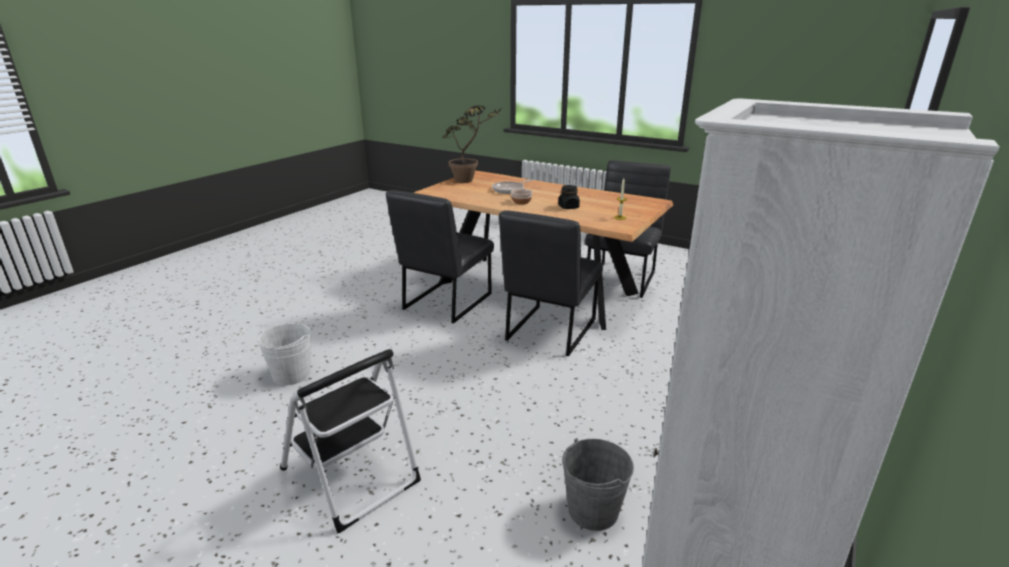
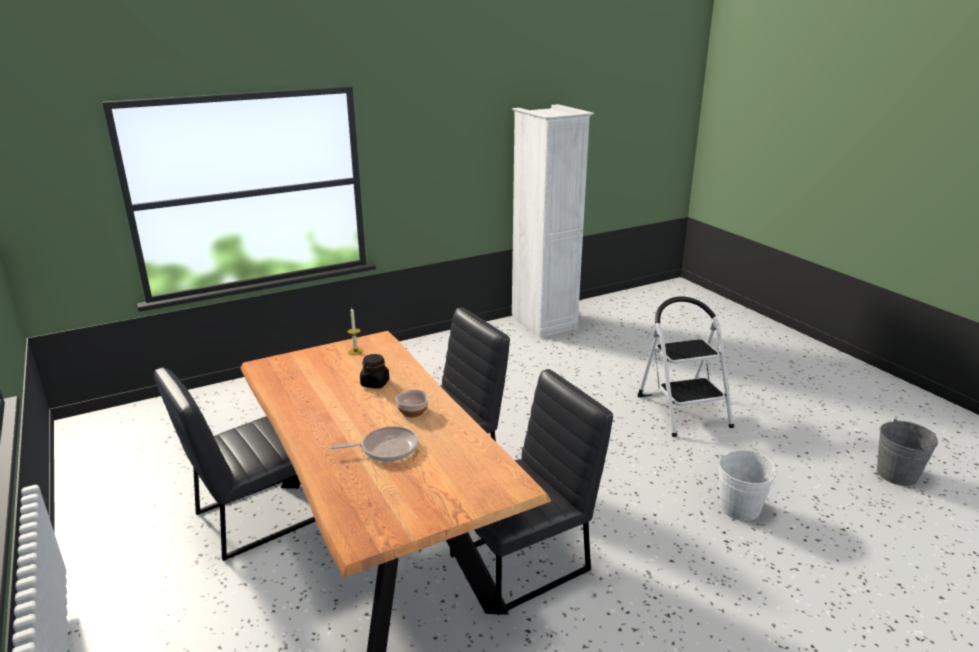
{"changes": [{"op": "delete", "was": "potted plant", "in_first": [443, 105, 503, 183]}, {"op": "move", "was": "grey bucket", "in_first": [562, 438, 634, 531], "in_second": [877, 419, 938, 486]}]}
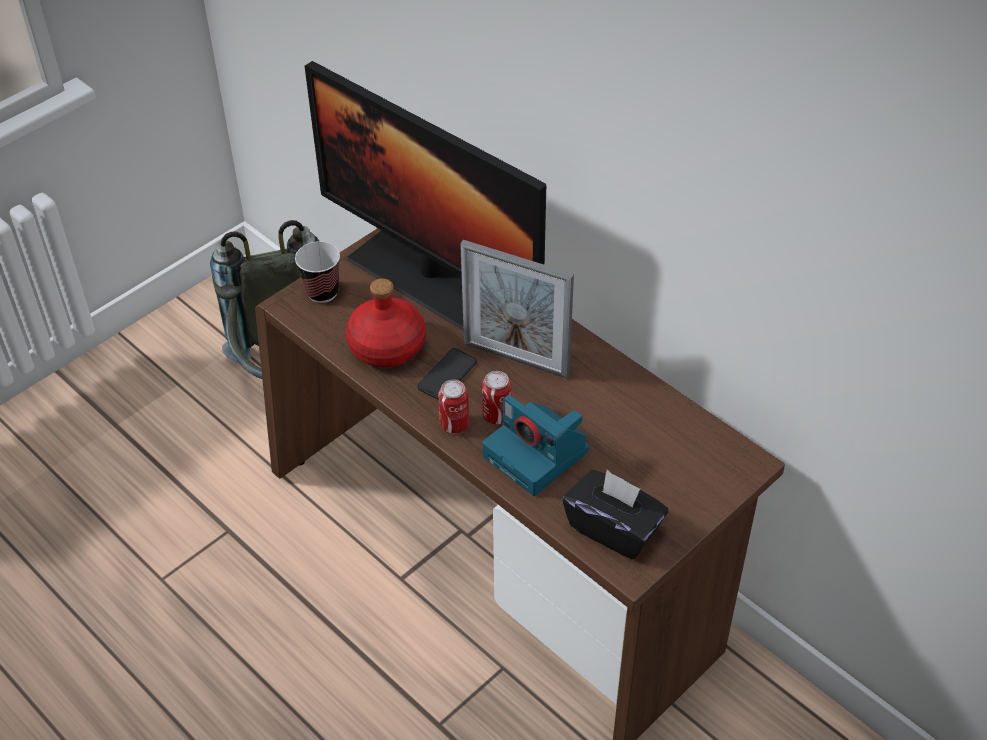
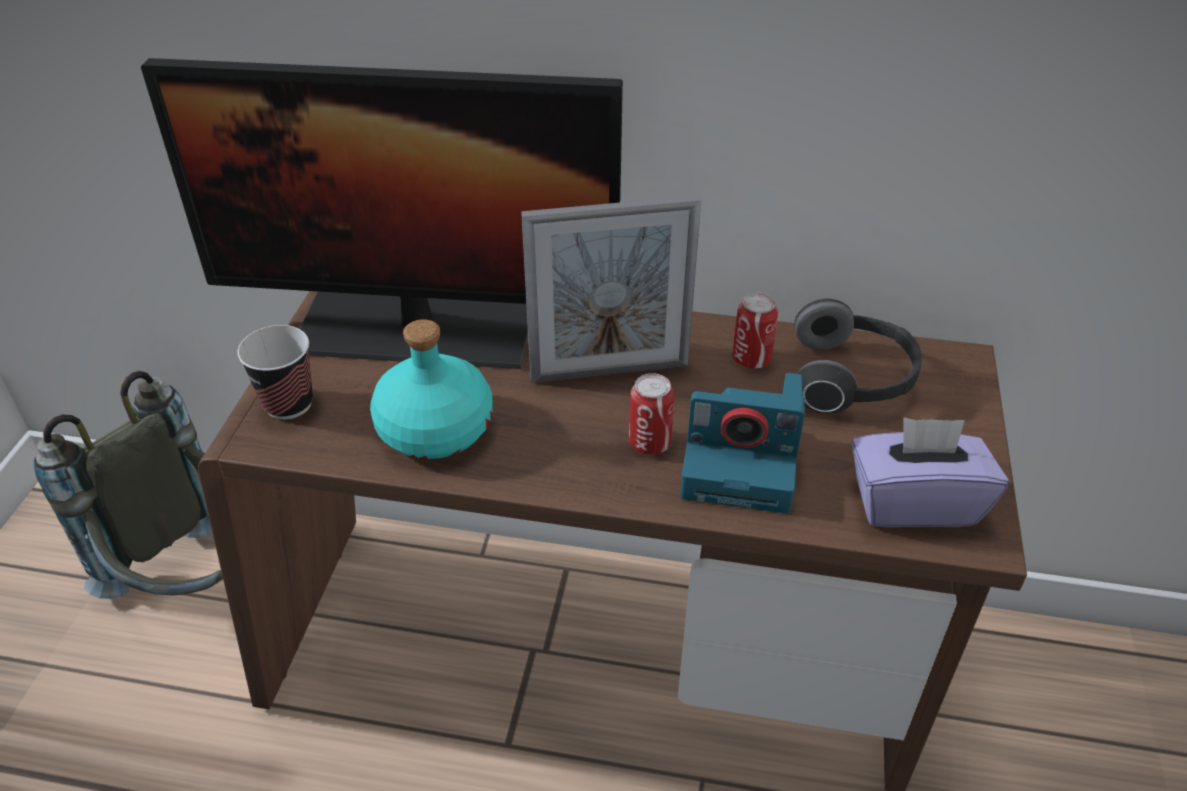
{"changes": [{"op": "recolor", "was": "red bottle", "now": "turquoise bottle", "in_first": [346, 278, 426, 368], "in_second": [370, 319, 493, 459]}, {"op": "delete", "was": "phone", "in_first": [417, 348, 477, 400]}, {"op": "move", "was": "can", "in_first": [438, 380, 469, 433], "in_second": [732, 292, 778, 369]}, {"op": "recolor", "was": "black tissue box", "now": "purple tissue box", "in_first": [563, 470, 668, 559], "in_second": [851, 418, 1009, 527]}, {"op": "insert", "now": "headphones", "in_second": [794, 299, 922, 413]}]}
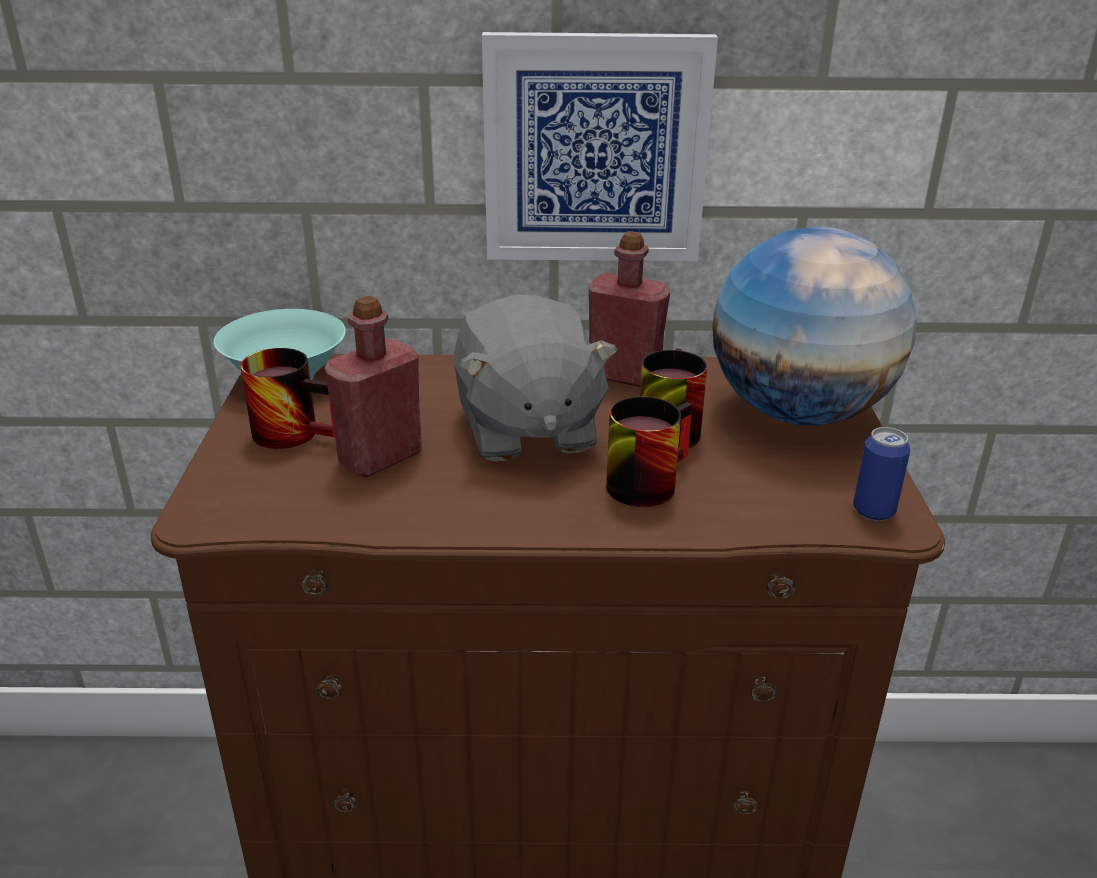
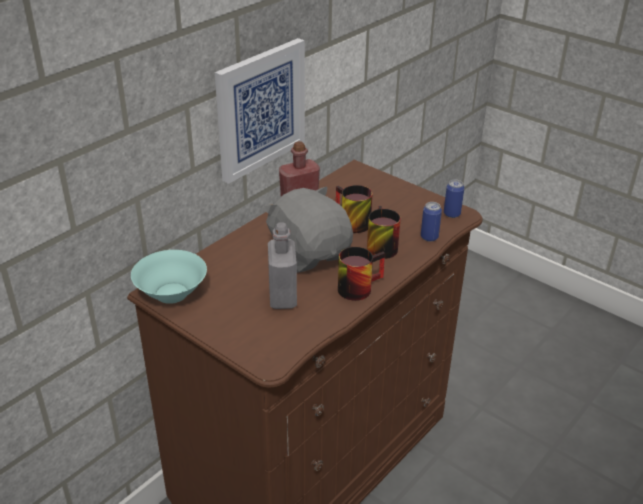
{"changes": [{"op": "move", "was": "mug", "in_first": [240, 348, 335, 449], "in_second": [338, 247, 385, 301]}, {"op": "recolor", "was": "red bottle", "now": "grey bottle", "in_first": [324, 296, 422, 477], "in_second": [268, 222, 297, 309]}, {"op": "rotate", "was": "grey plush toy", "in_first": [454, 294, 618, 462], "in_second": [263, 187, 353, 273], "clockwise": -150}, {"op": "delete", "was": "globe", "in_first": [713, 227, 917, 426]}, {"op": "insert", "now": "can", "in_second": [421, 202, 442, 242]}]}
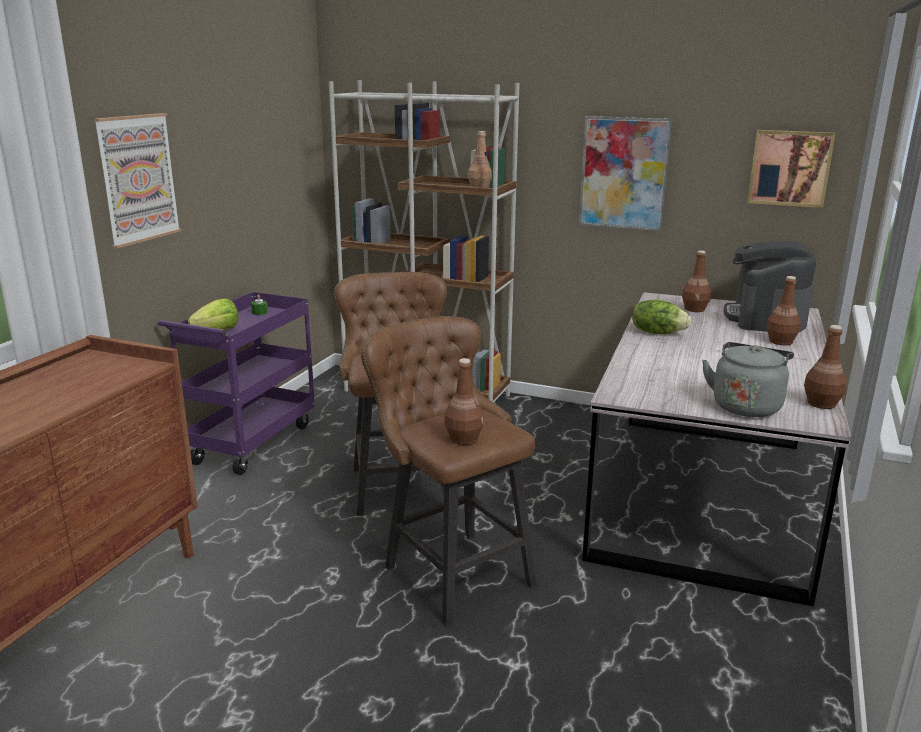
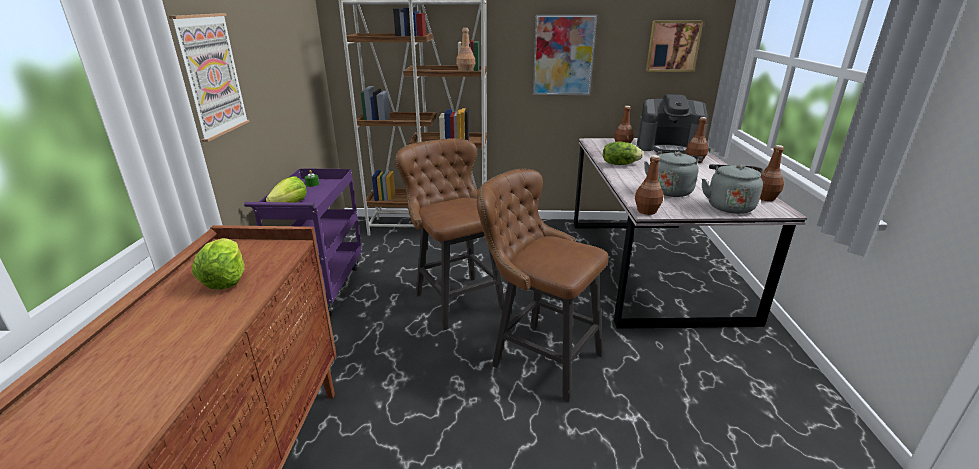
{"changes": [{"op": "move", "was": "brown bottle", "in_first": [444, 358, 484, 445], "in_second": [635, 155, 664, 215]}, {"op": "rotate", "was": "coffee machine", "in_first": [724, 241, 816, 332], "in_second": [637, 94, 708, 154], "clockwise": -75}, {"op": "insert", "now": "lettuce", "in_second": [192, 238, 245, 290]}, {"op": "insert", "now": "grey kettle", "in_second": [644, 151, 703, 197]}]}
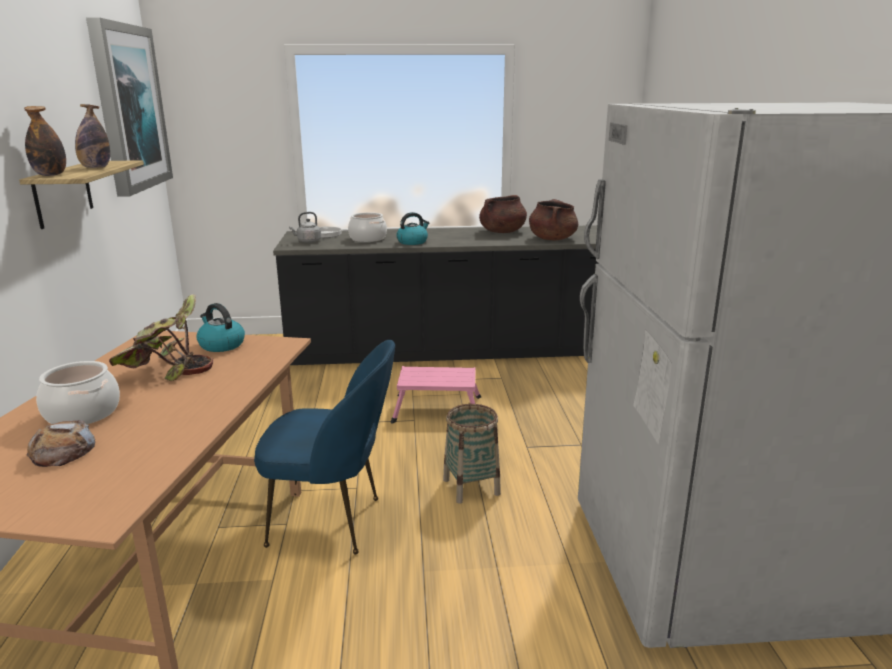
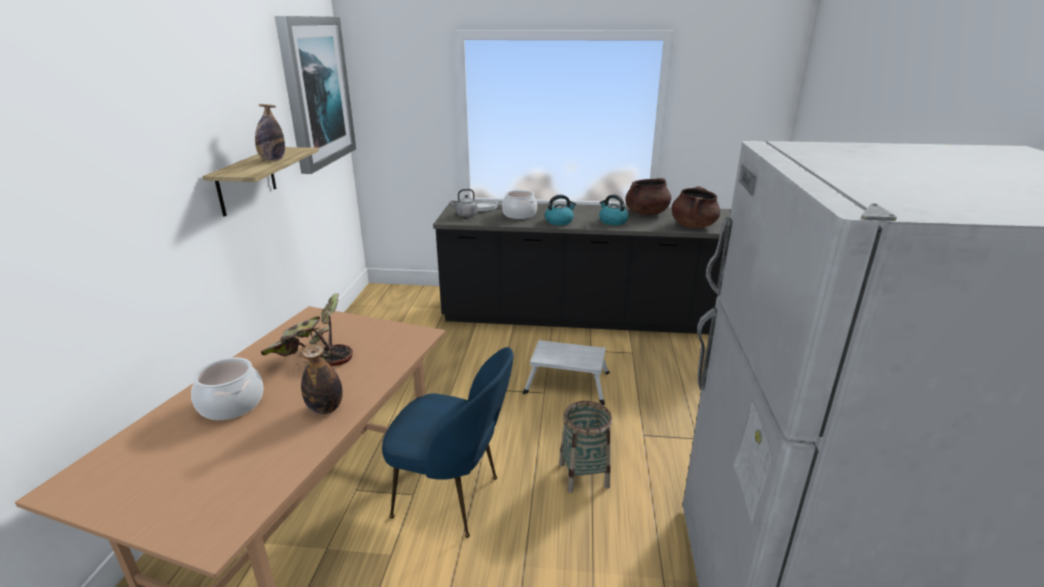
{"changes": [{"op": "move", "was": "bottle", "in_first": [24, 106, 66, 176], "in_second": [301, 344, 343, 414]}, {"op": "delete", "was": "bread", "in_first": [27, 420, 95, 467]}, {"op": "move", "was": "kettle", "in_first": [196, 303, 245, 352], "in_second": [599, 194, 629, 225]}, {"op": "recolor", "was": "pink step ladder", "now": "white step ladder", "in_first": [390, 366, 481, 424], "in_second": [523, 340, 610, 405]}]}
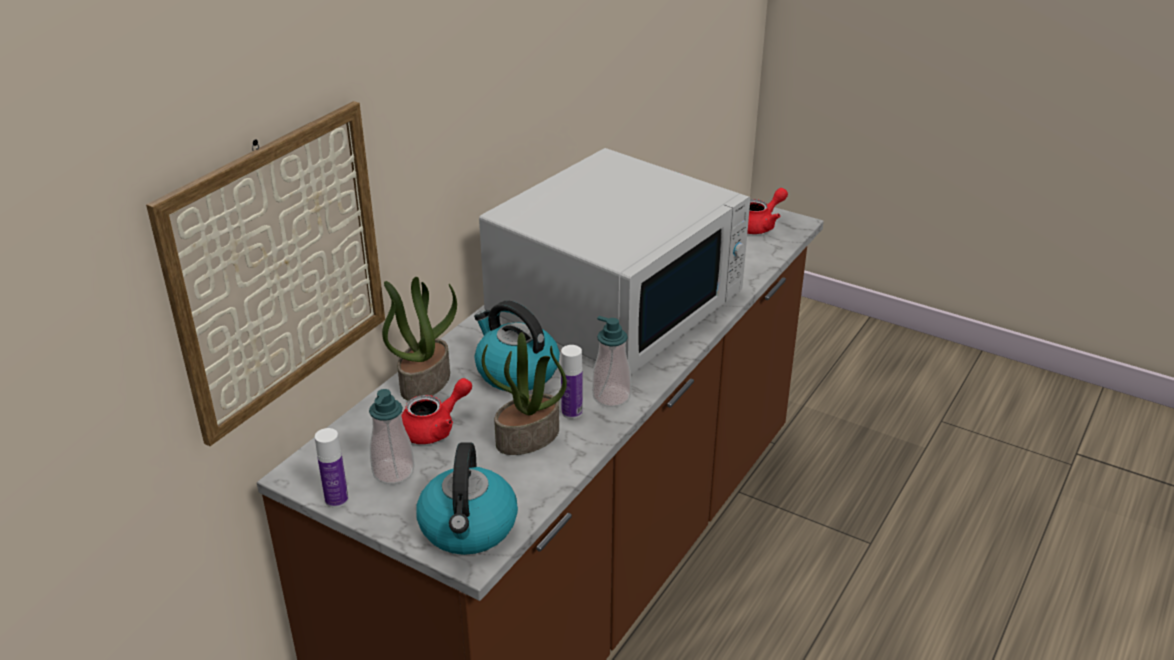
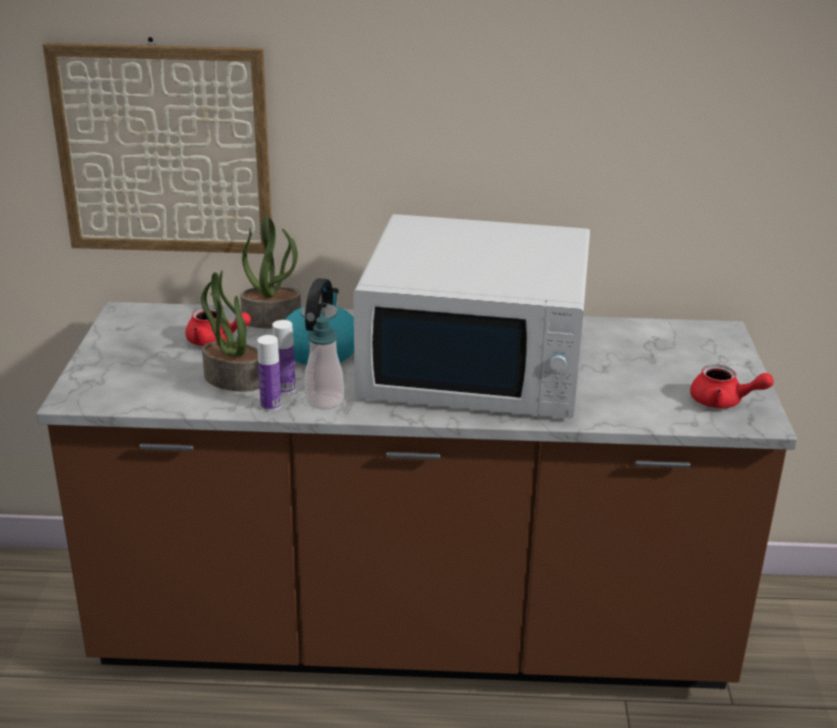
{"changes": [{"op": "move", "was": "bottle", "in_first": [315, 428, 349, 508], "in_second": [257, 335, 282, 411]}, {"op": "delete", "was": "soap dispenser", "in_first": [369, 389, 415, 484]}, {"op": "delete", "was": "kettle", "in_first": [416, 442, 518, 555]}]}
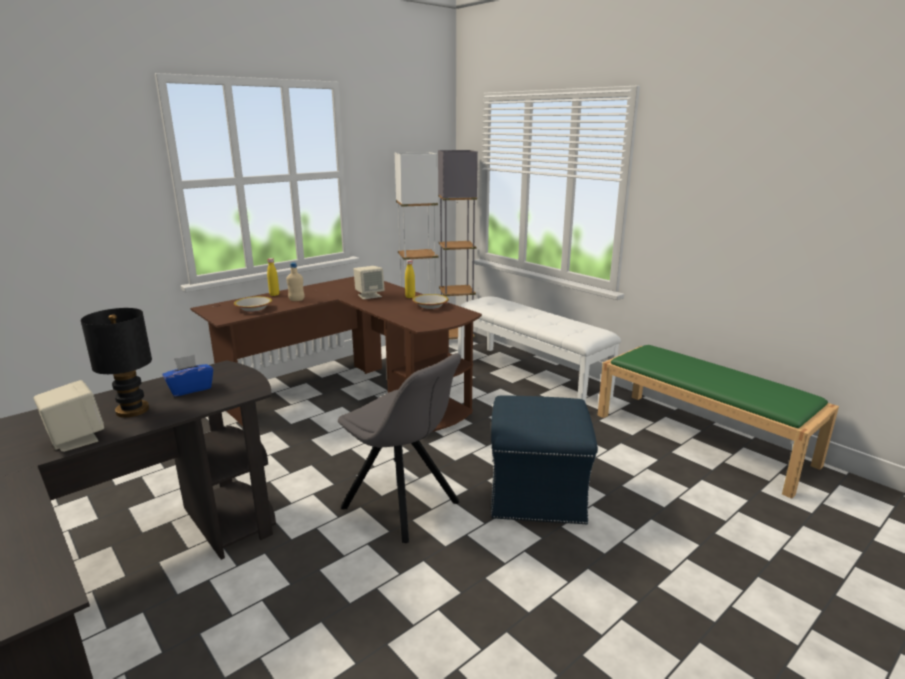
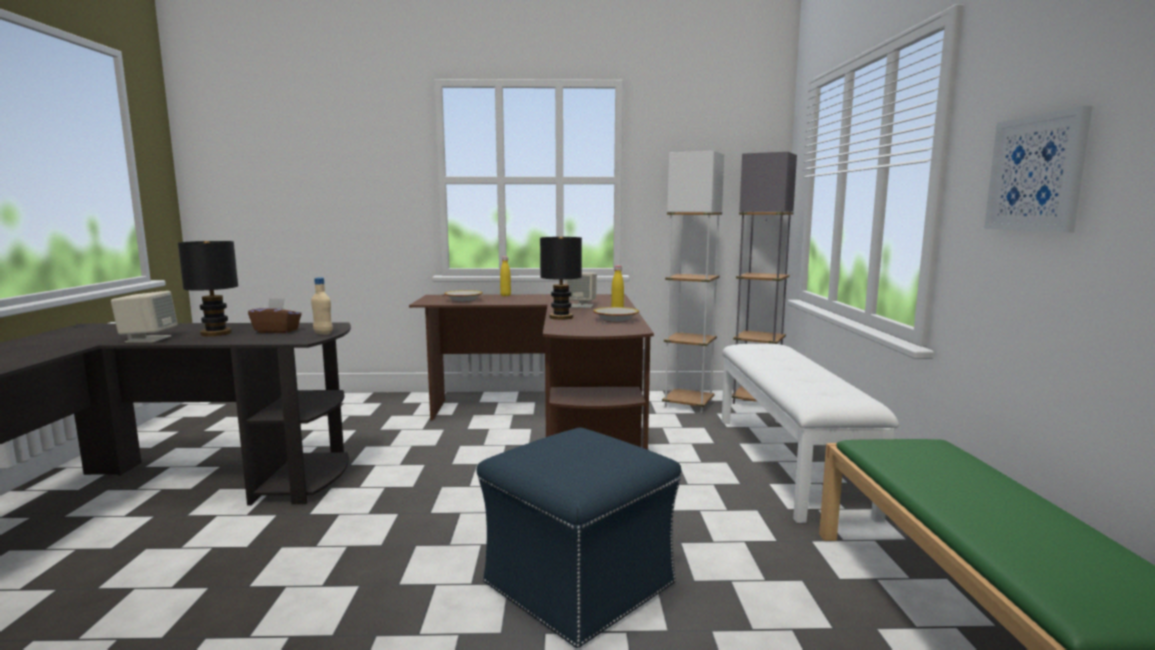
{"changes": [{"op": "recolor", "was": "blue tissue box", "now": "brown tissue box", "in_first": [162, 355, 213, 397], "in_second": [248, 298, 301, 333]}, {"op": "move", "was": "beige bottle", "in_first": [287, 262, 305, 301], "in_second": [311, 277, 333, 335]}, {"op": "delete", "was": "grey chair", "in_first": [338, 353, 461, 543]}, {"op": "insert", "now": "black table lamp", "in_second": [540, 237, 582, 320]}, {"op": "insert", "now": "picture", "in_second": [984, 106, 1092, 233]}]}
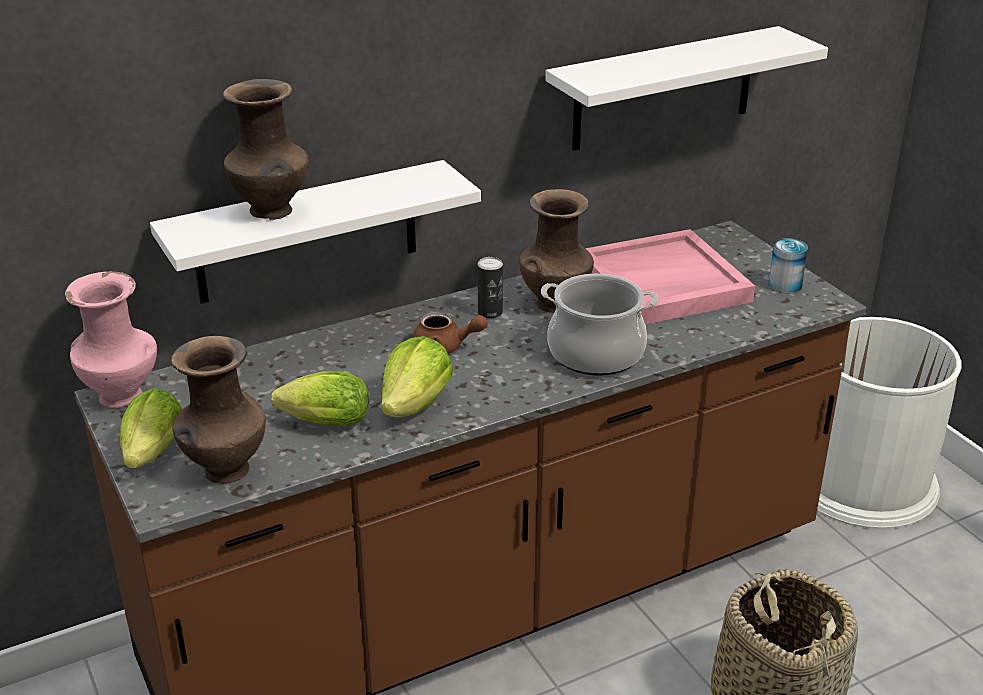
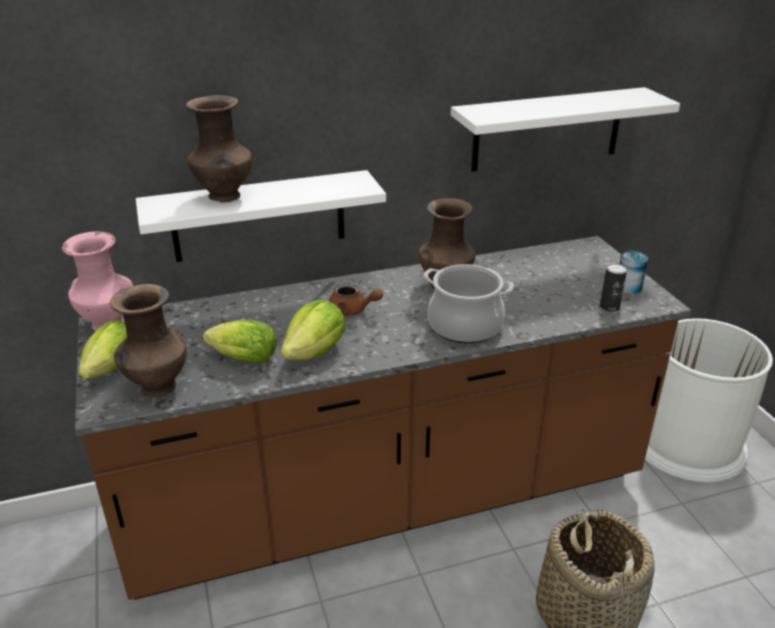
{"changes": [{"op": "move", "was": "can", "in_first": [478, 257, 503, 318], "in_second": [600, 263, 627, 312]}, {"op": "delete", "was": "pink tray", "in_first": [586, 229, 755, 324]}]}
